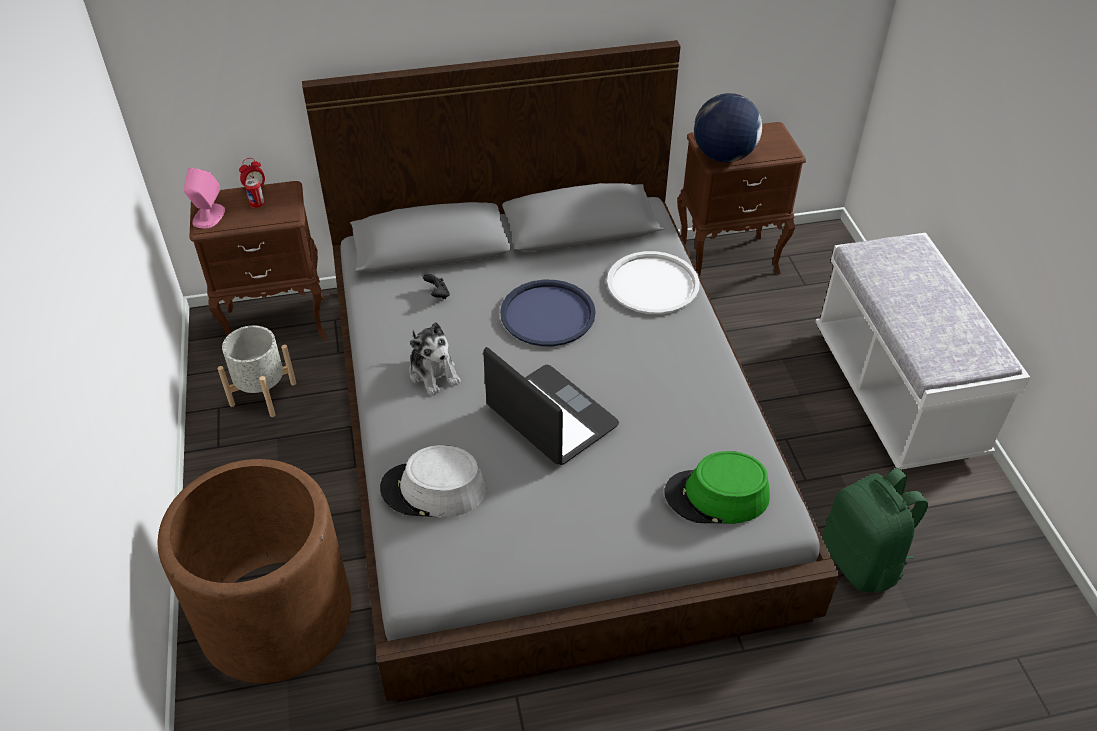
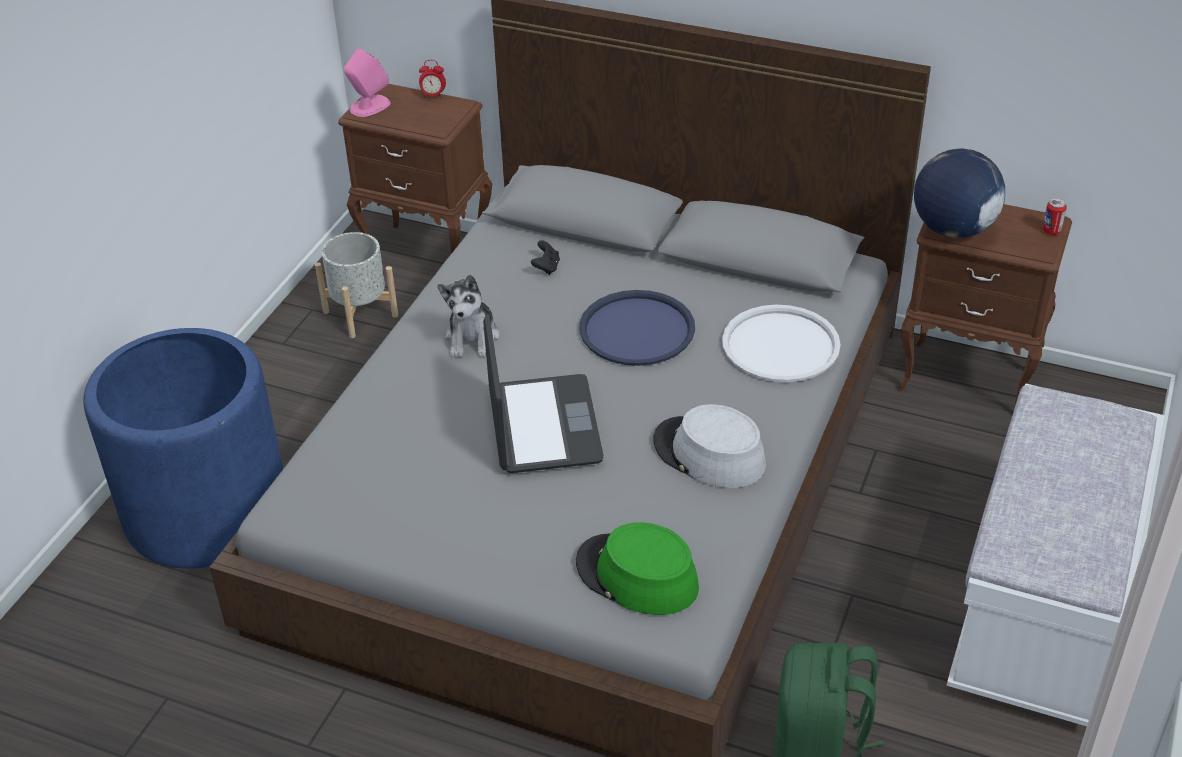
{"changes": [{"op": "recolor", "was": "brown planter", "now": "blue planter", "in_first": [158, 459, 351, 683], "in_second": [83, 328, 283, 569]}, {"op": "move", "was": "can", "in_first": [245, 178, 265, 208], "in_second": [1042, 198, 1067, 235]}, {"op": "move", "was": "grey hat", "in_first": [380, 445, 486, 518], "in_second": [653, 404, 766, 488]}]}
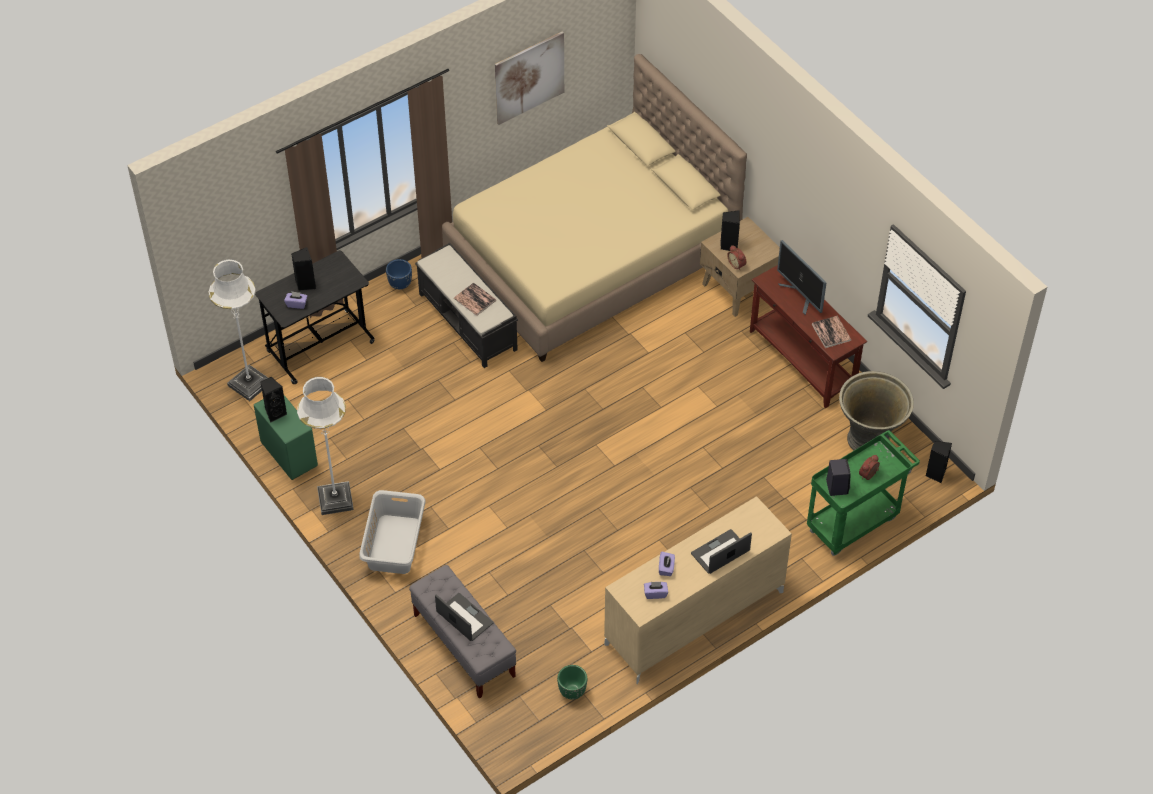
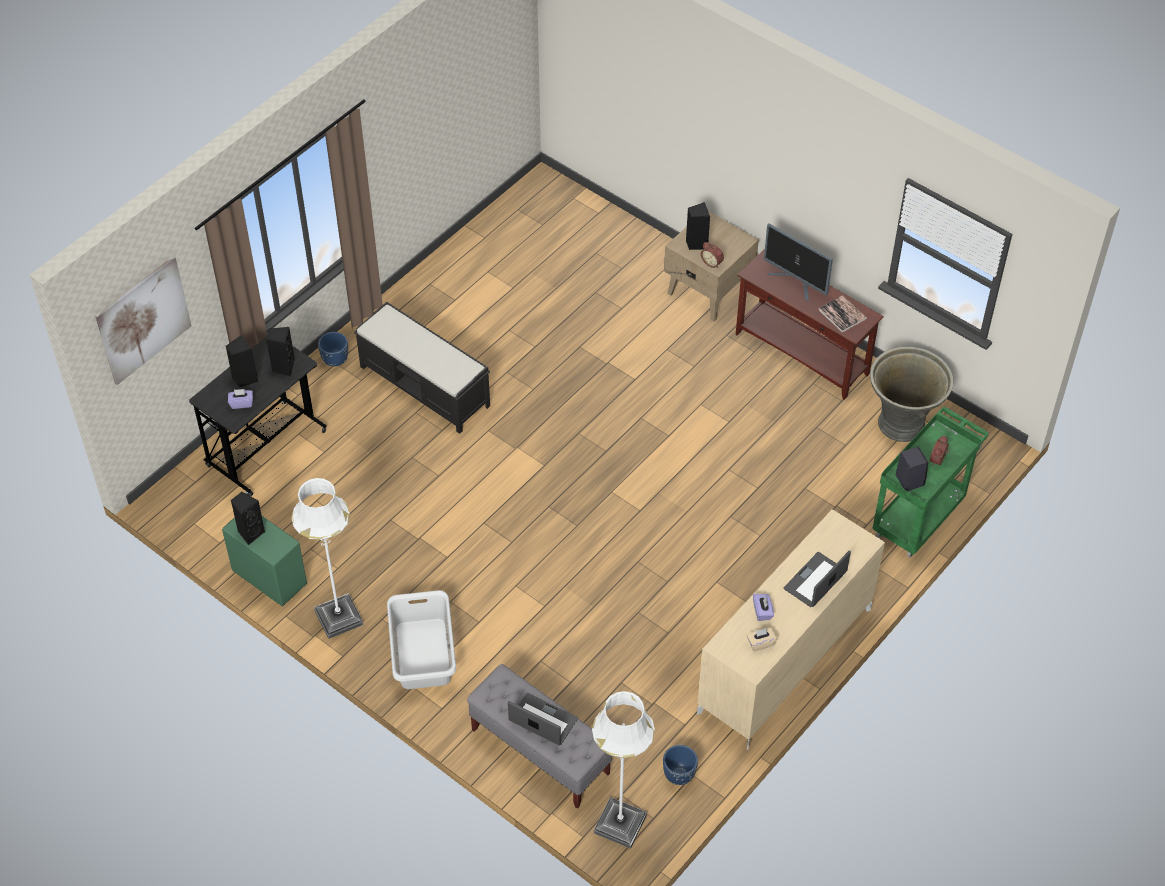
{"changes": [{"op": "move", "was": "white floor lamp", "in_first": [208, 259, 268, 401], "in_second": [592, 691, 655, 849]}, {"op": "delete", "was": "beige bed", "in_first": [442, 54, 747, 362]}, {"op": "delete", "was": "book", "in_first": [454, 282, 496, 316]}, {"op": "move", "was": "picture", "in_first": [495, 31, 564, 125], "in_second": [95, 256, 191, 385]}, {"op": "recolor", "was": "green planter", "now": "blue planter", "in_first": [557, 665, 587, 700], "in_second": [663, 745, 698, 785]}, {"op": "recolor", "was": "purple tissue box", "now": "beige tissue box", "in_first": [644, 582, 668, 599], "in_second": [746, 628, 777, 651]}, {"op": "move", "was": "black speaker", "in_first": [926, 441, 952, 483], "in_second": [266, 327, 295, 376]}]}
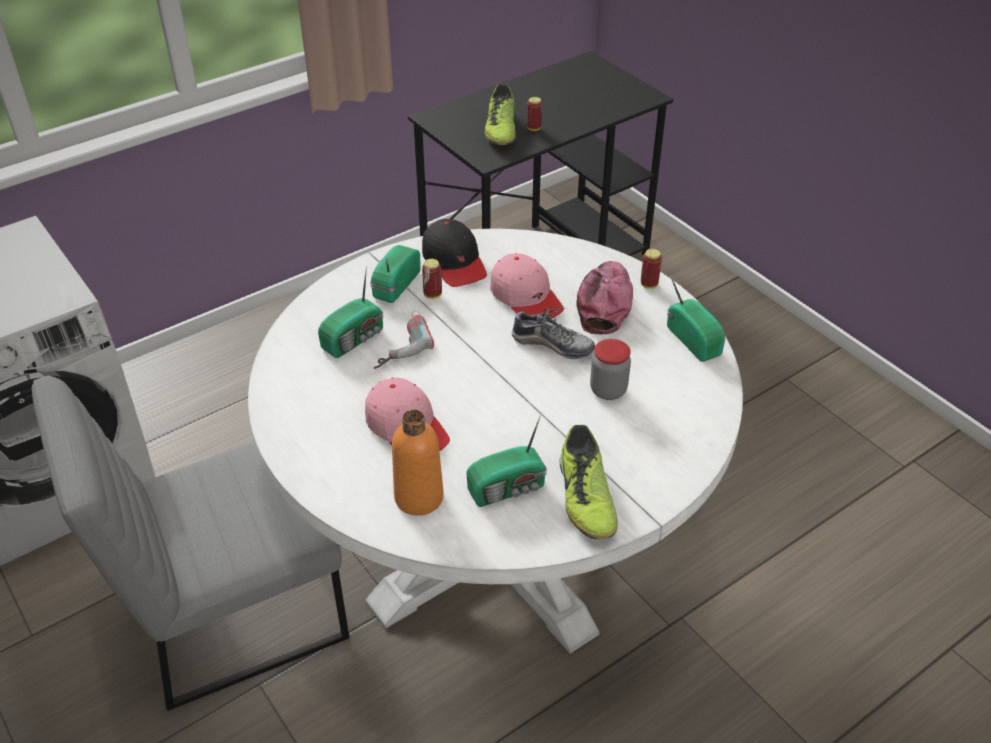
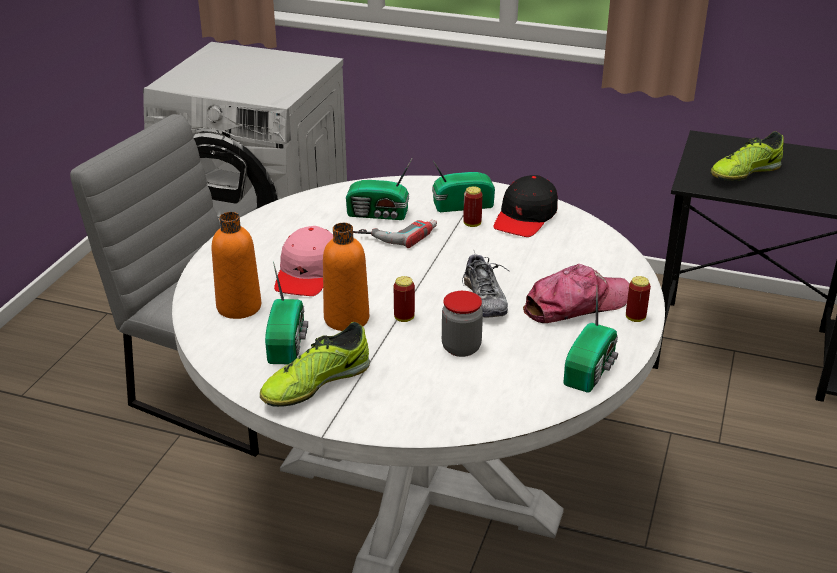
{"changes": [{"op": "rotate", "was": "radio", "in_first": [467, 414, 547, 507], "in_second": [265, 262, 308, 364], "clockwise": -120}, {"op": "delete", "was": "pink cap", "in_first": [491, 253, 564, 318]}, {"op": "move", "was": "can", "in_first": [527, 97, 542, 131], "in_second": [394, 276, 415, 322]}, {"op": "insert", "now": "orange bottle", "in_second": [323, 223, 369, 331]}]}
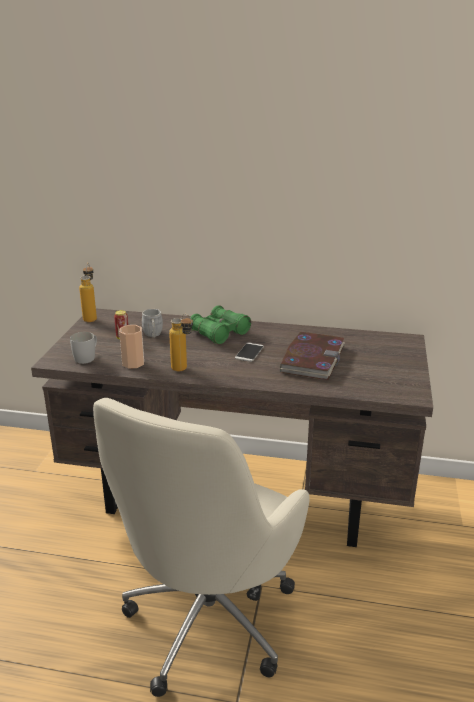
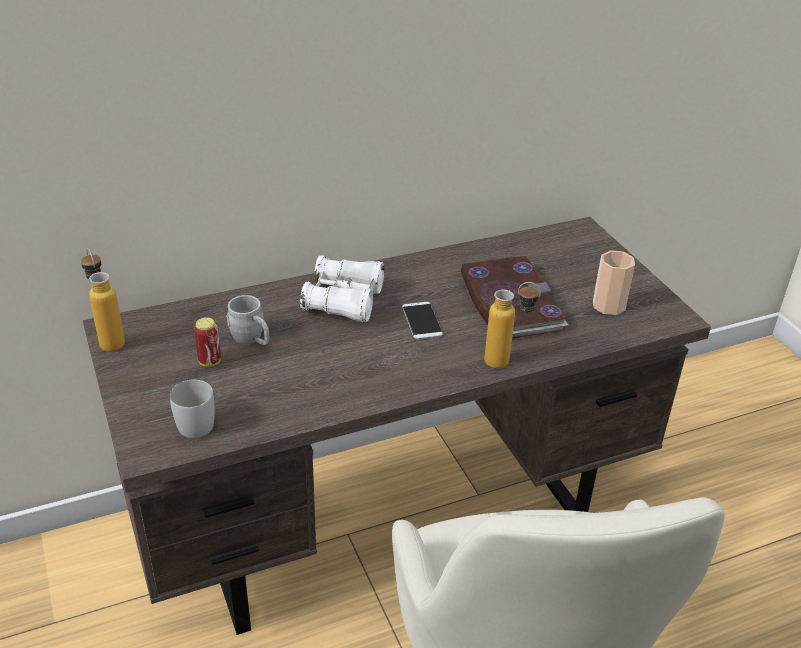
{"changes": [{"op": "move", "was": "cup", "in_first": [119, 325, 144, 369], "in_second": [593, 250, 635, 315]}, {"op": "move", "was": "bottle", "in_first": [169, 314, 193, 371], "in_second": [484, 282, 541, 369]}, {"op": "recolor", "was": "green binoculars", "now": "white binoculars", "in_first": [189, 306, 251, 344], "in_second": [300, 255, 384, 322]}]}
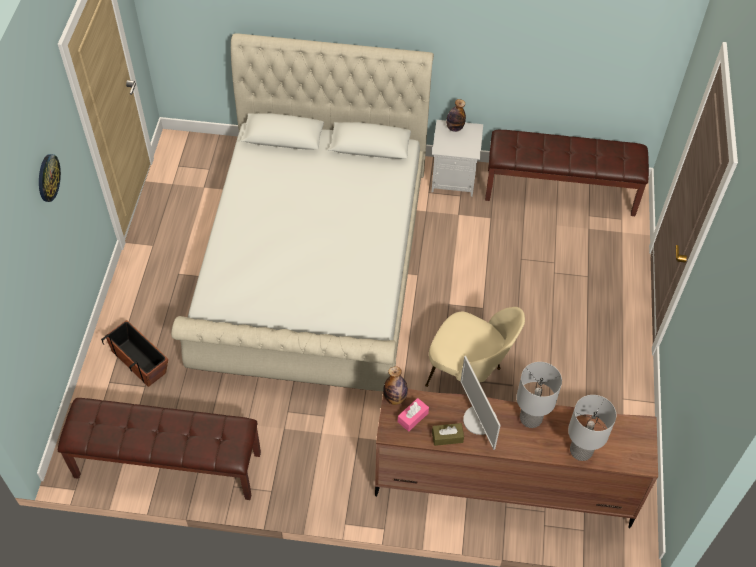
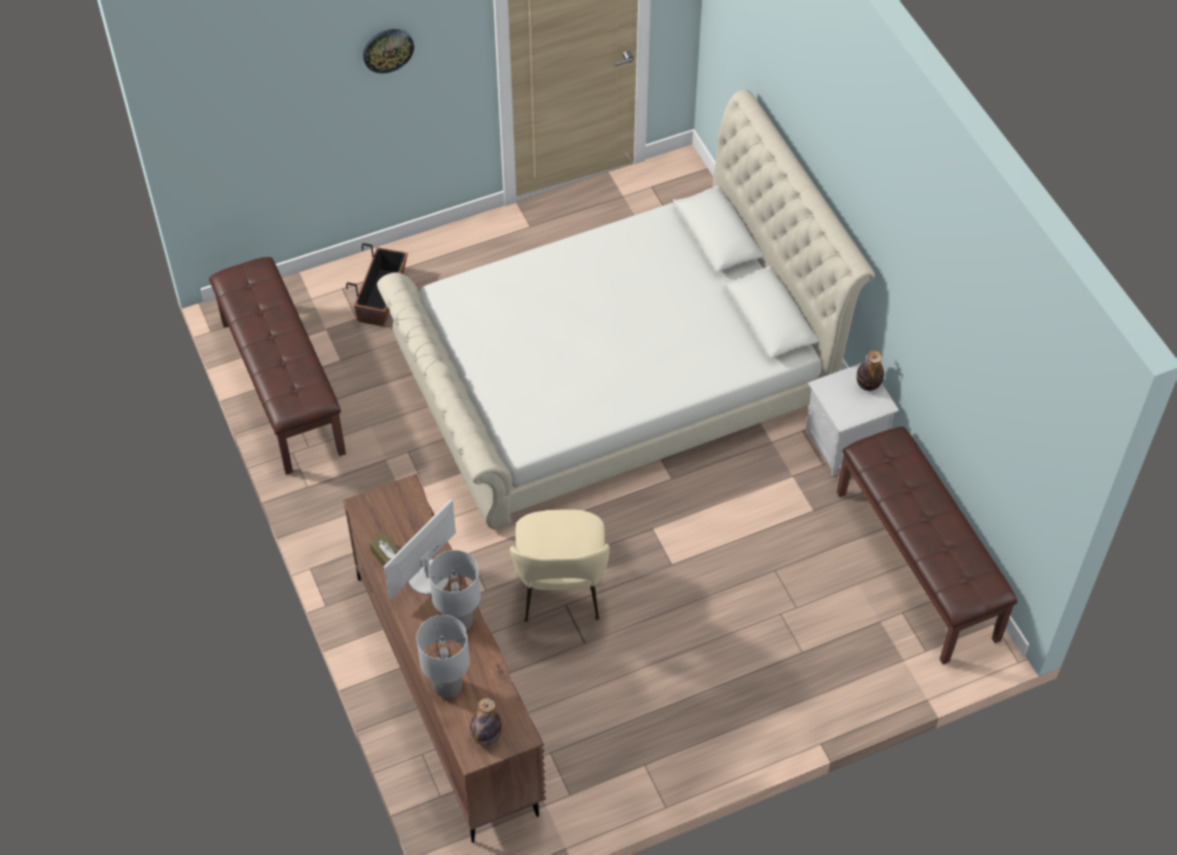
{"changes": [{"op": "move", "was": "bottle", "in_first": [383, 366, 408, 405], "in_second": [470, 698, 502, 746]}, {"op": "delete", "was": "pink tissue box", "in_first": [398, 398, 429, 432]}]}
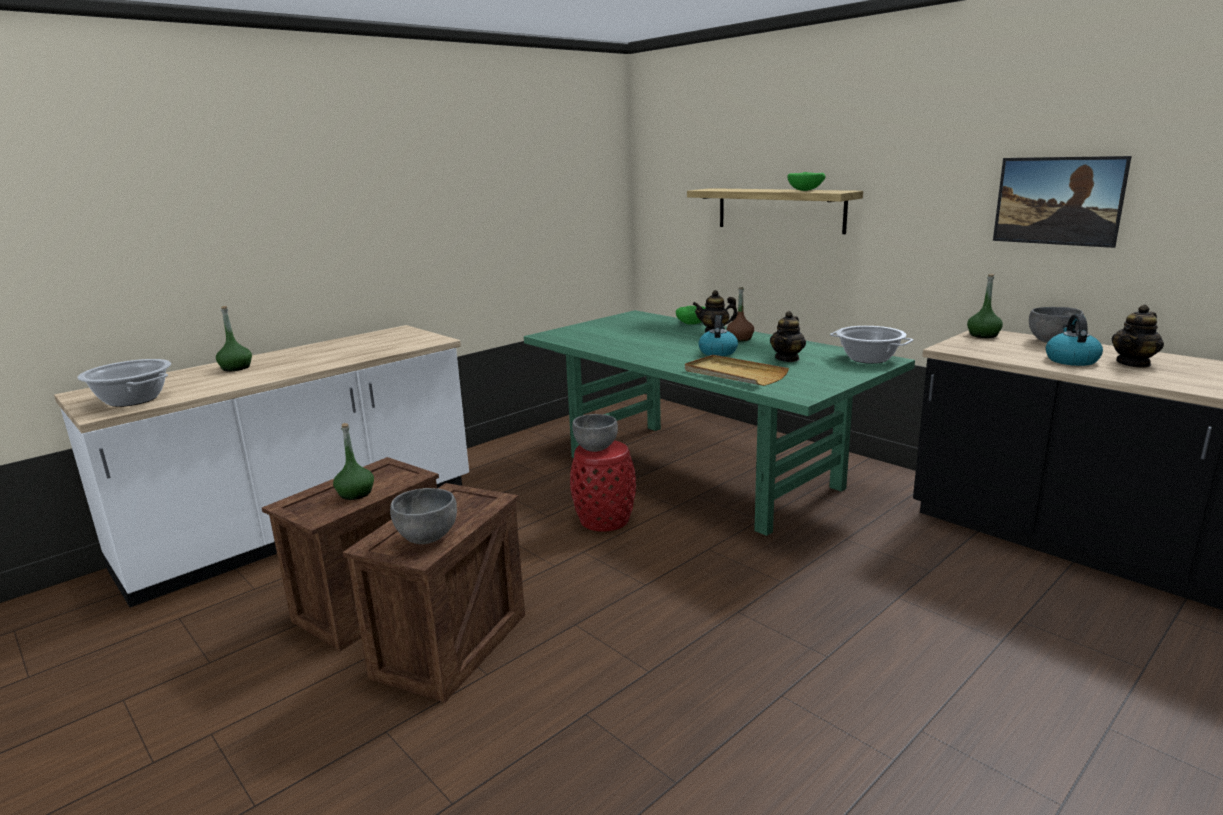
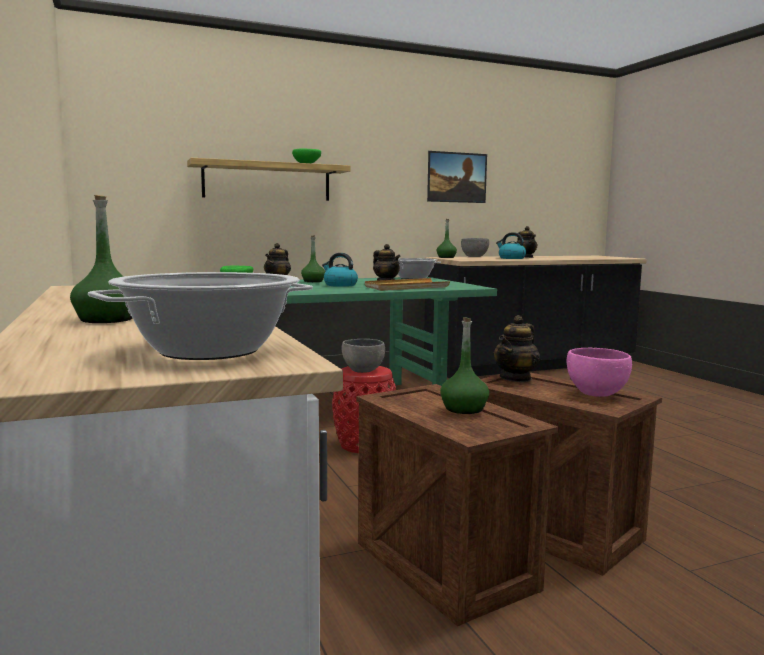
{"changes": [{"op": "recolor", "was": "grey bowl", "now": "pink bowl", "in_first": [390, 488, 457, 544], "in_second": [567, 348, 632, 397]}, {"op": "recolor", "was": "brown bottle", "now": "green bottle", "in_first": [726, 287, 754, 342], "in_second": [301, 235, 325, 282]}, {"op": "insert", "now": "teapot", "in_second": [494, 315, 540, 382]}]}
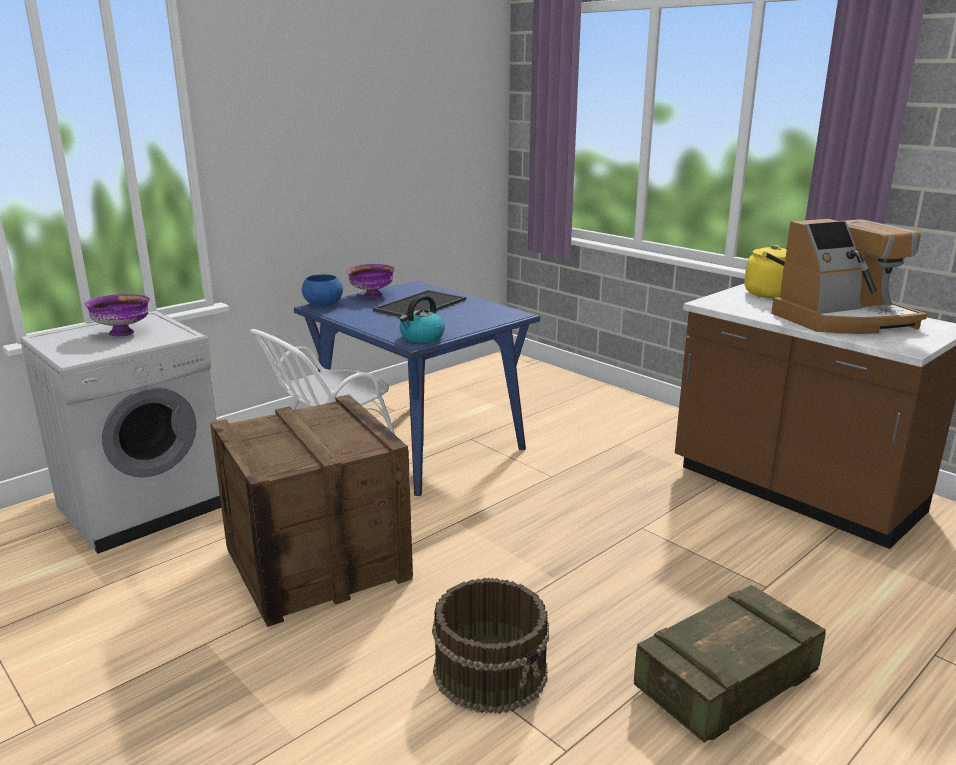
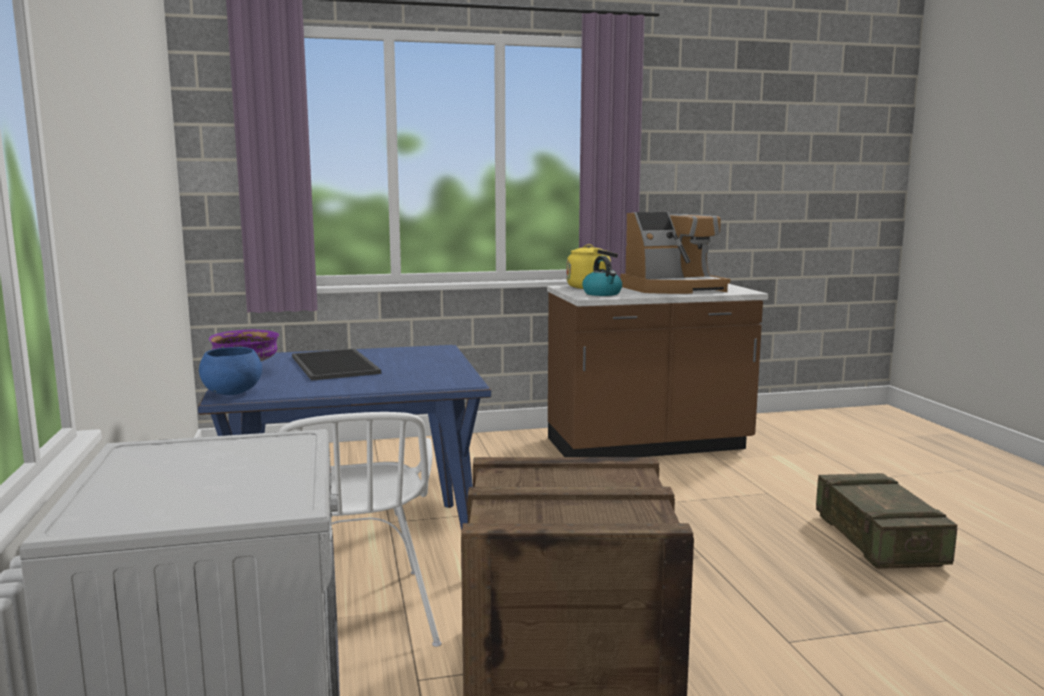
{"changes": [{"op": "delete", "was": "purple bowl", "in_first": [84, 294, 150, 336]}, {"op": "move", "was": "kettle", "in_first": [399, 295, 445, 343], "in_second": [582, 256, 622, 296]}, {"op": "delete", "was": "brown bucket", "in_first": [432, 578, 549, 714]}, {"op": "rotate", "was": "coffee machine", "in_first": [771, 219, 927, 334], "in_second": [620, 212, 730, 294], "clockwise": 60}]}
